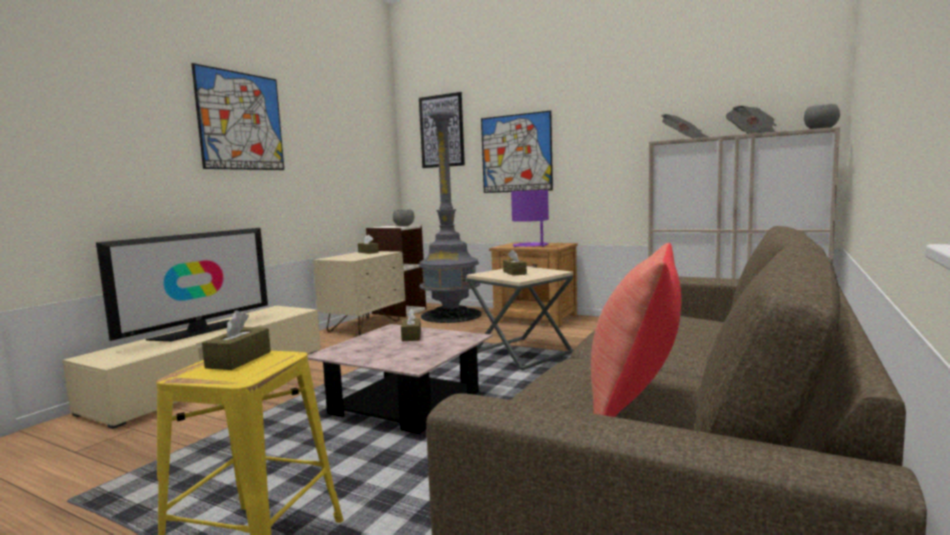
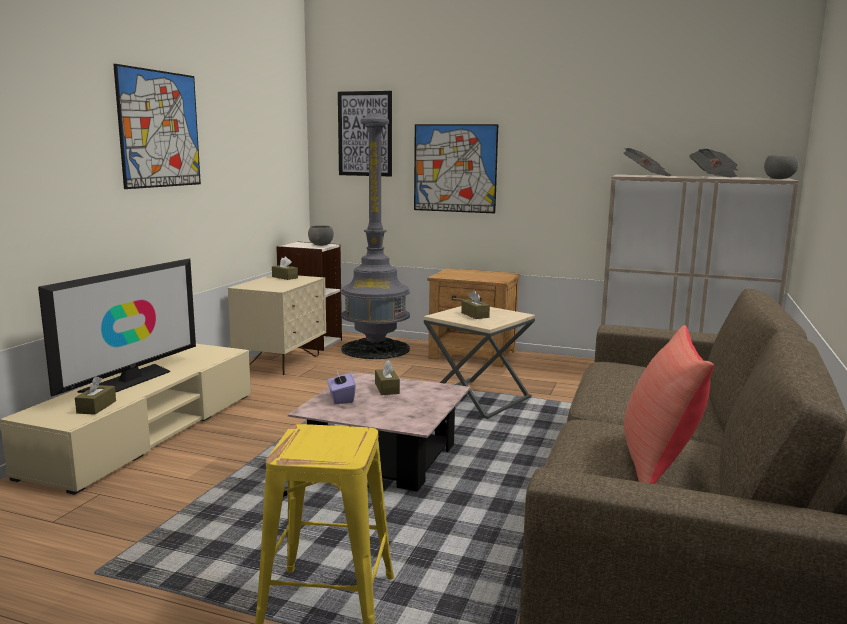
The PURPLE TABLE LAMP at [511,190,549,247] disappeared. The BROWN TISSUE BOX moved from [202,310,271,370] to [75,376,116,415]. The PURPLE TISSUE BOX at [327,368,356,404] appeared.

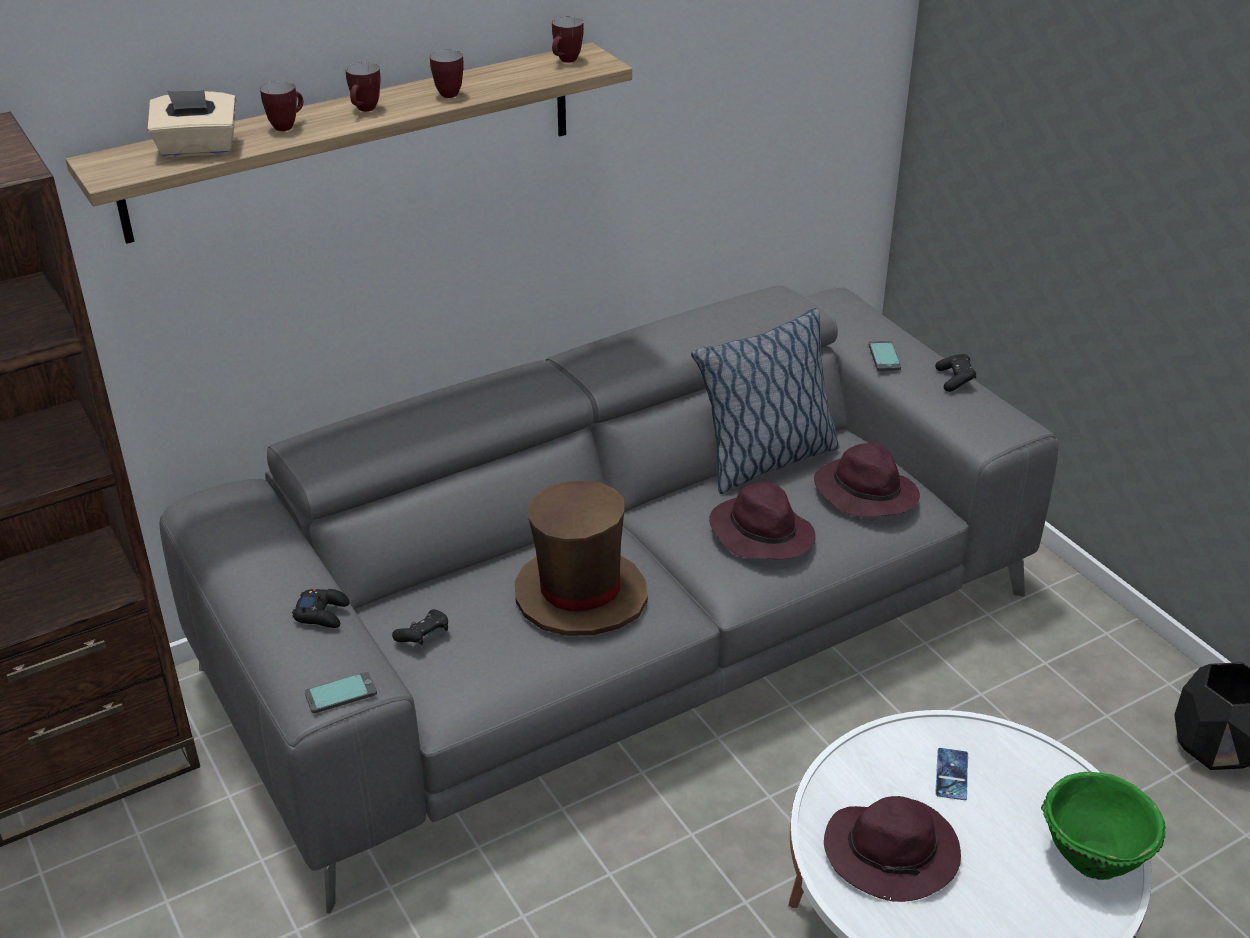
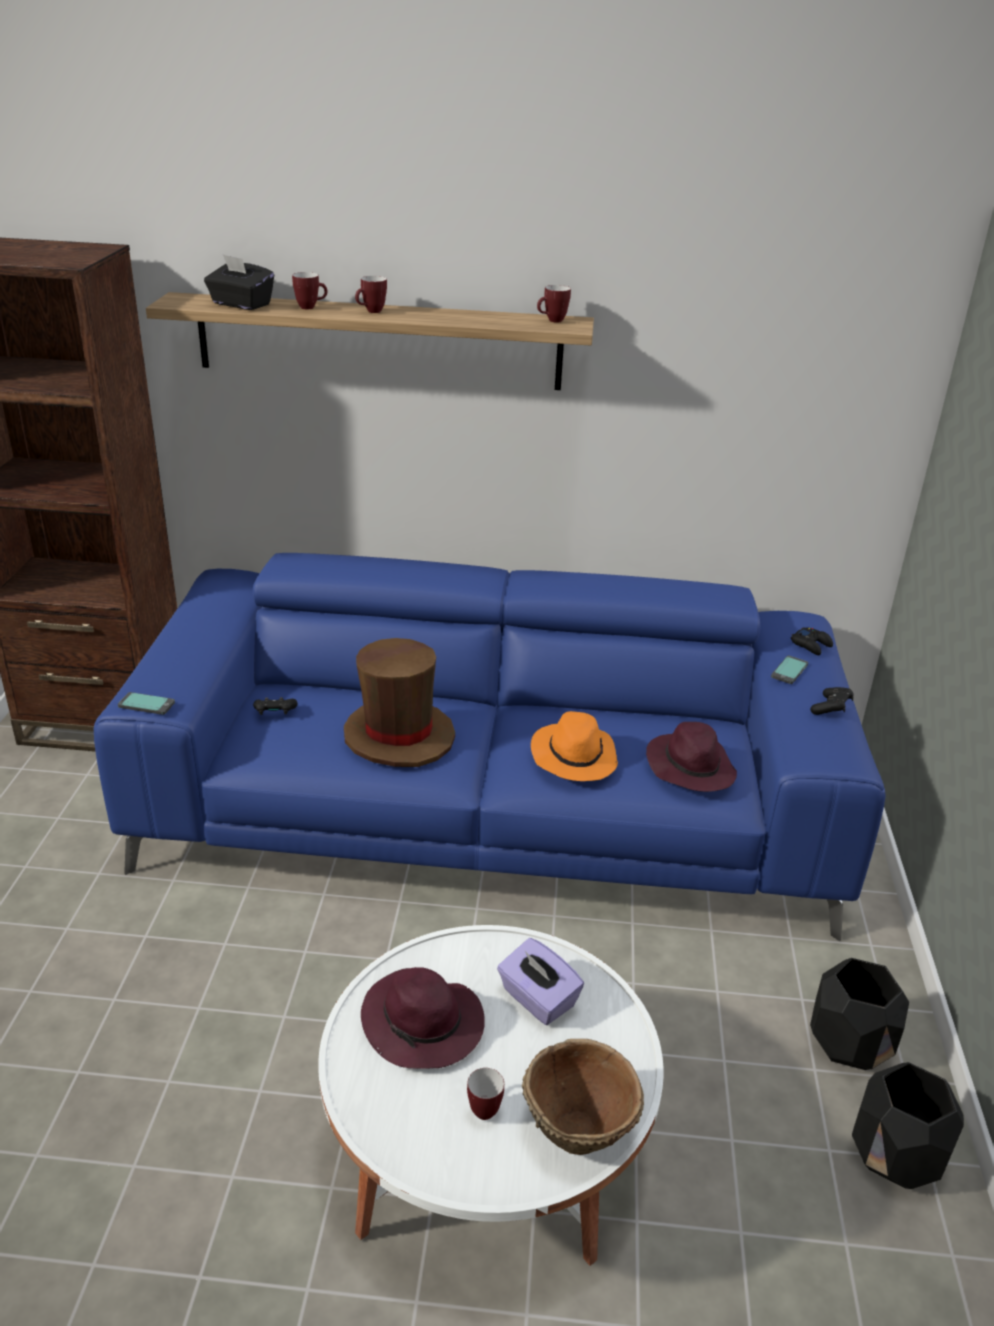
The MUG moved from [430,50,464,98] to [467,1068,504,1120]. The BEIGE TISSUE BOX at [147,90,236,157] became the BLACK TISSUE BOX at [204,254,274,310]. The GREY SOFA at [159,285,1058,914] became the BLUE SOFA at [94,553,886,941]. The PILLOW at [691,308,840,494] disappeared. The PURPLE HAT at [709,482,816,559] became the ORANGE HAT at [531,711,618,781]. The BLACK GAME CONTROLLER moved from [292,589,349,628] to [791,627,833,655]. The PHONE at [935,748,968,800] was replaced by the PURPLE TISSUE BOX at [497,938,584,1025]. The GREEN BOWL at [1041,772,1166,880] became the BROWN BOWL at [522,1039,644,1155]. The BLACK PLANTER at [810,958,909,1070] appeared.

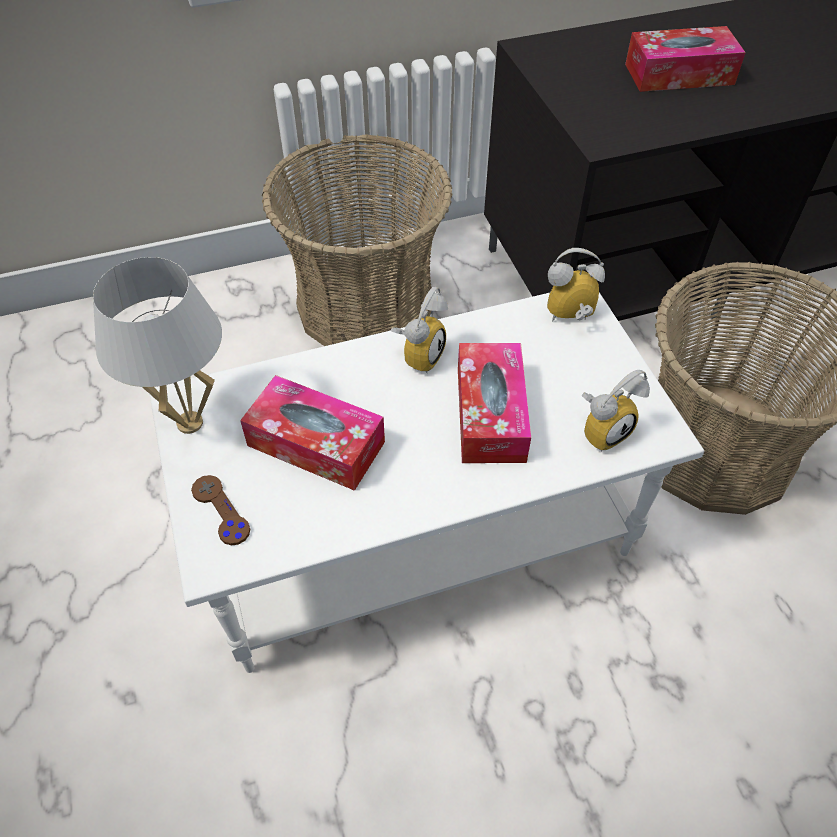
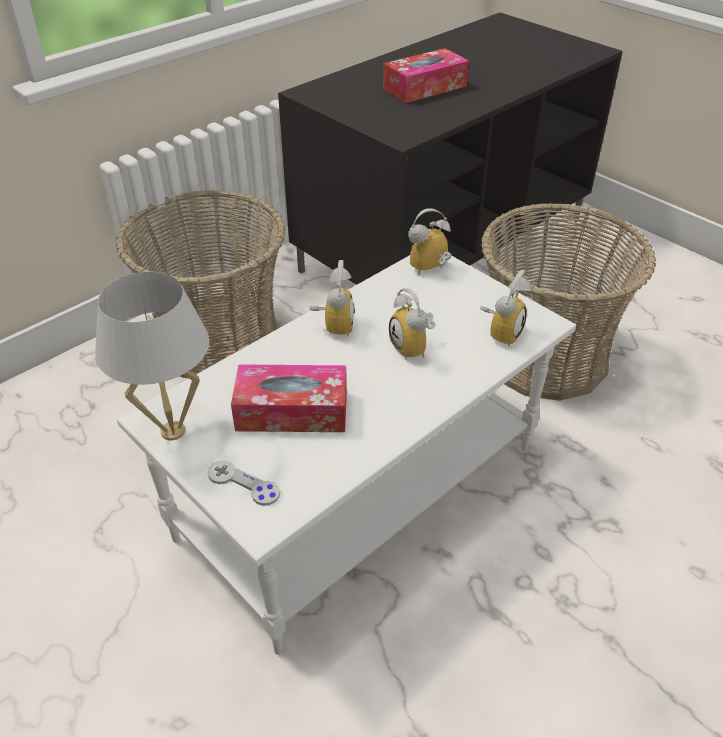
The TISSUE BOX at [458,343,531,463] was replaced by the ALARM CLOCK at [389,288,436,359]. The BROWN GAME CONTROLLER at [191,475,250,546] became the GREY GAME CONTROLLER at [208,460,280,506].

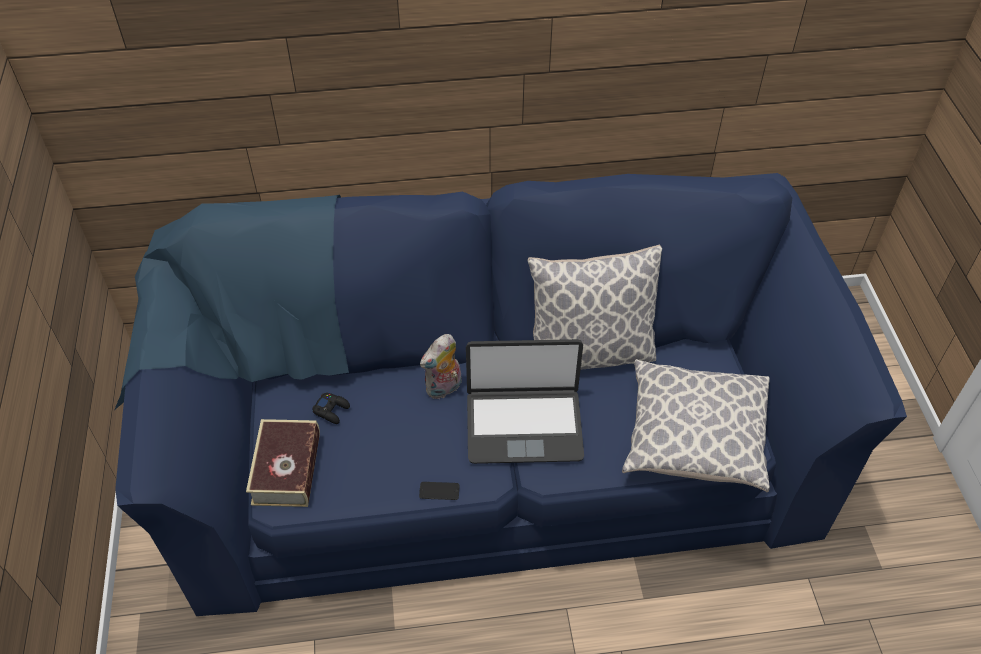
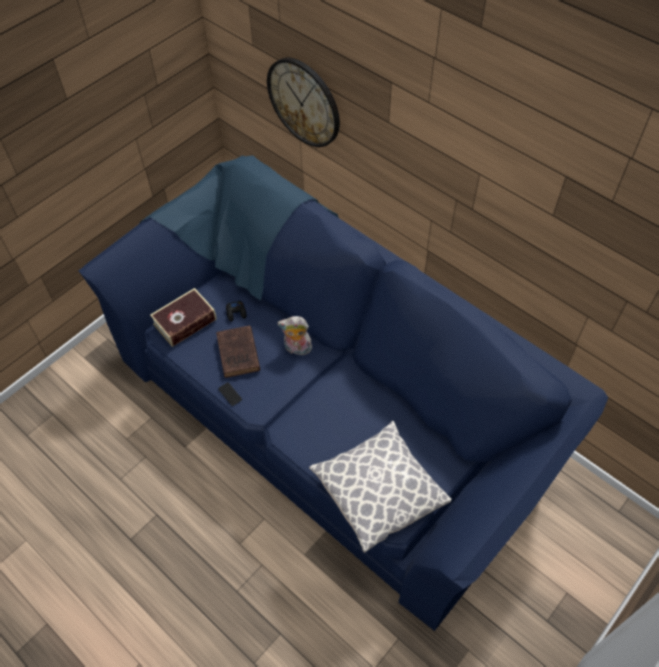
The PILLOW at [528,245,662,370] disappeared. The LAPTOP at [466,339,584,464] disappeared. The WALL CLOCK at [267,58,340,147] appeared. The BROWN BOOK at [216,326,260,378] appeared.

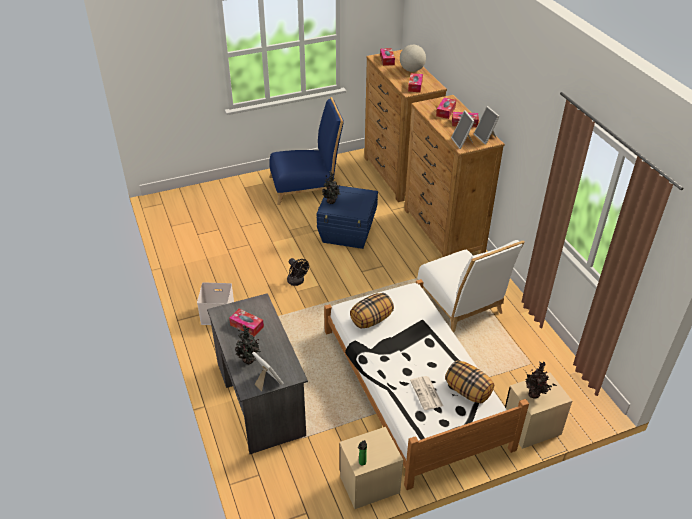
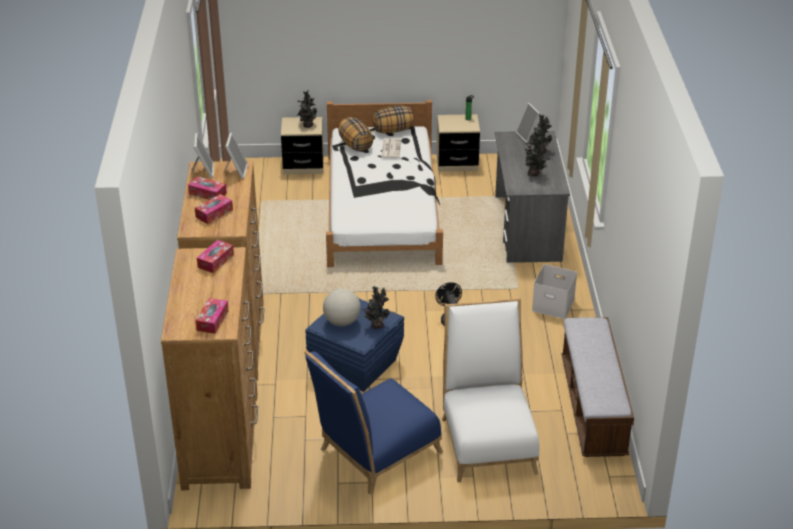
The GLOBE moved from [400,45,426,72] to [323,289,361,326]. The BLUE CHAIR at [269,97,344,205] turned 45 degrees counterclockwise. The WHITE CHAIR moved from [417,240,524,332] to [442,298,539,483]. The PILLOW moved from [350,293,394,329] to [372,106,414,133]. The TISSUE BOX at [229,309,264,337] was replaced by the POTTED PLANT at [525,135,550,177]. The BENCH at [562,317,634,457] appeared.

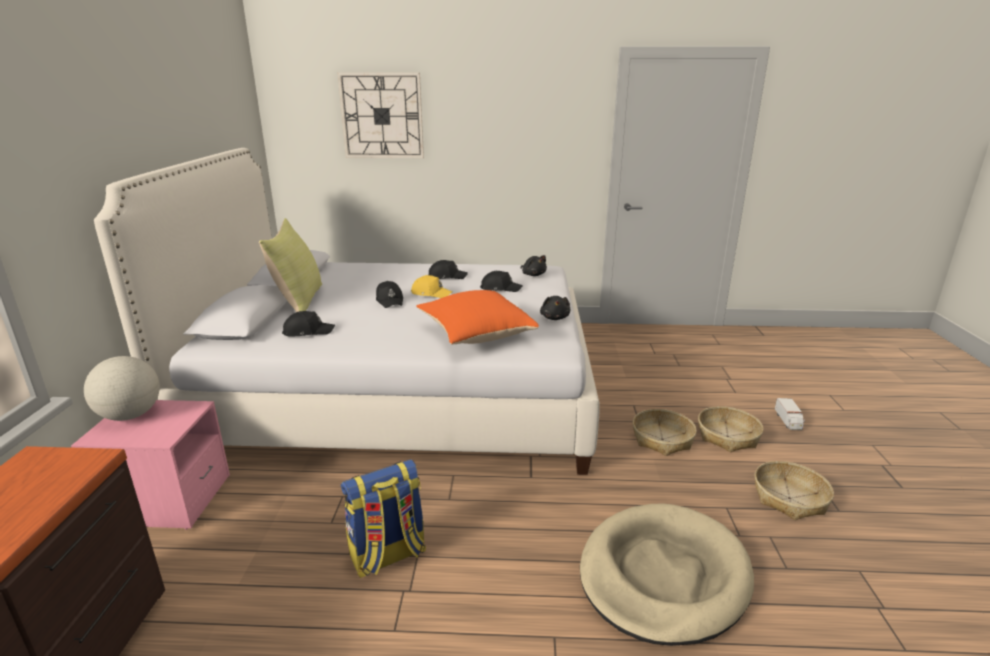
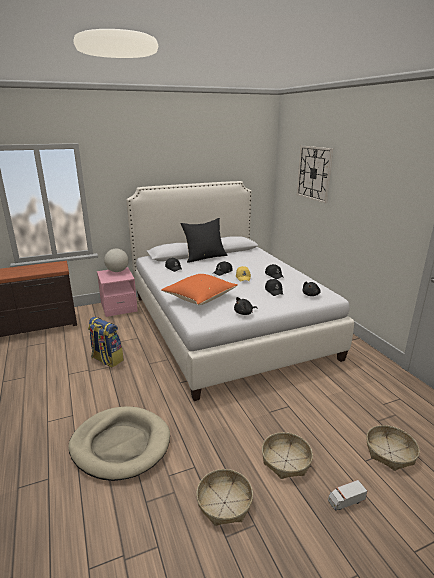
The YELLOW PILLOW at [259,218,322,312] became the BLACK PILLOW at [180,218,227,263]. The BASKET moved from [633,409,697,456] to [366,425,420,471].

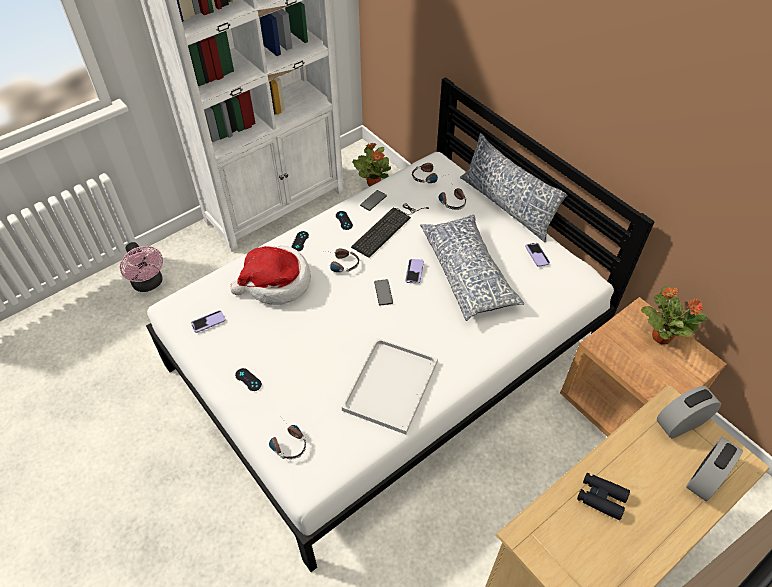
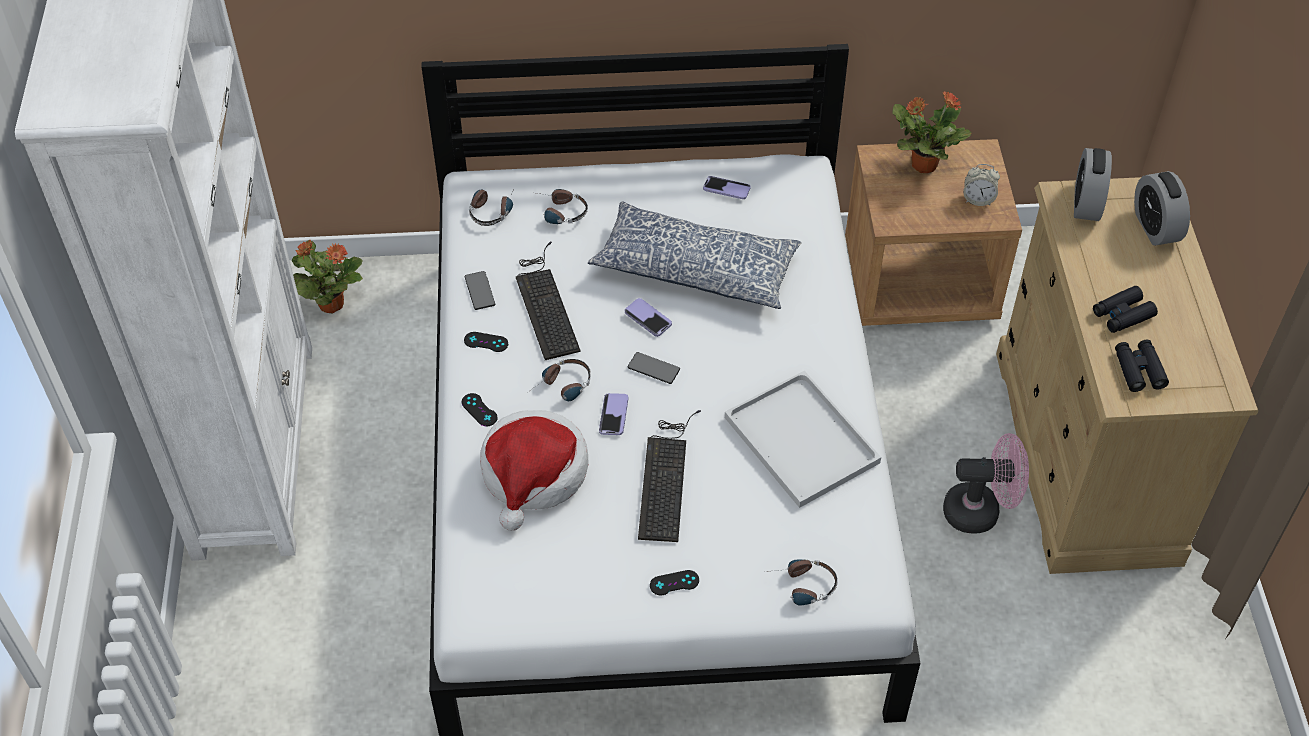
The PILLOW at [460,133,568,242] disappeared. The PINK FAN moved from [120,242,163,292] to [943,433,1029,534]. The PHONE moved from [191,310,226,333] to [599,393,629,435]. The ALARM CLOCK at [963,164,1000,206] appeared. The BLACK BINOCULARS at [1115,340,1169,392] appeared. The KEYBOARD at [638,410,701,542] appeared.

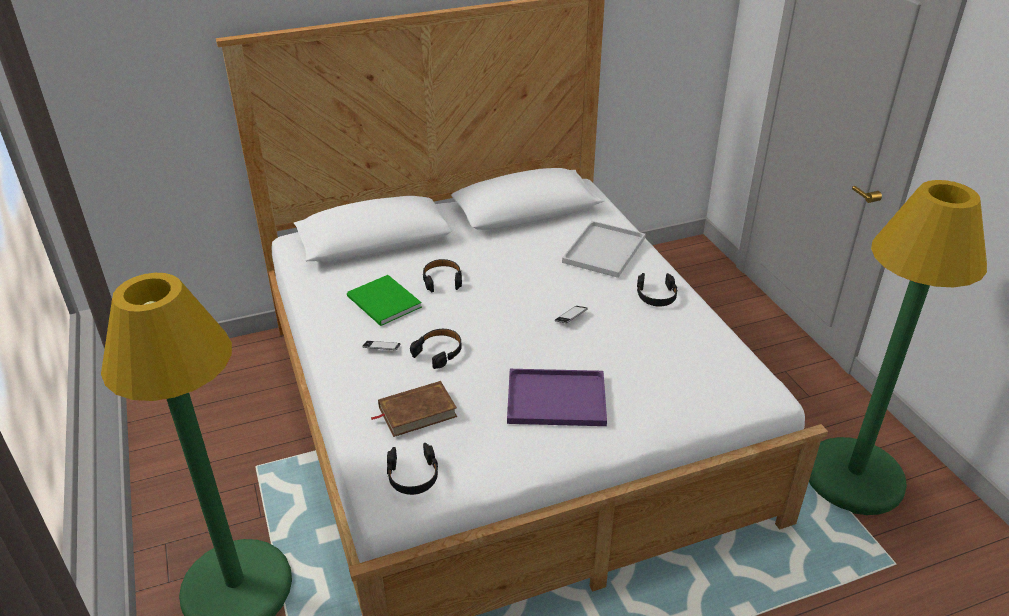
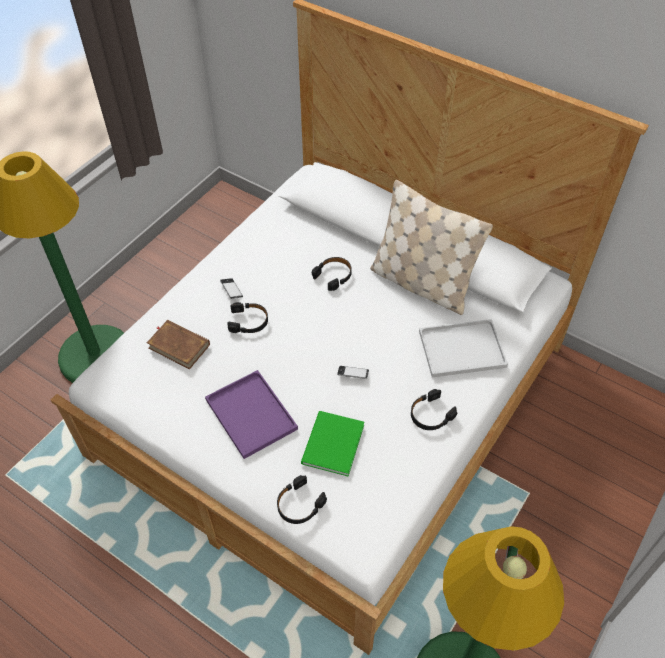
The GREEN BOOK moved from [347,275,422,326] to [301,411,364,476]. The BLACK HEADPHONES moved from [387,443,438,495] to [277,475,327,524]. The BEIGE PILLOW at [370,180,493,315] appeared.

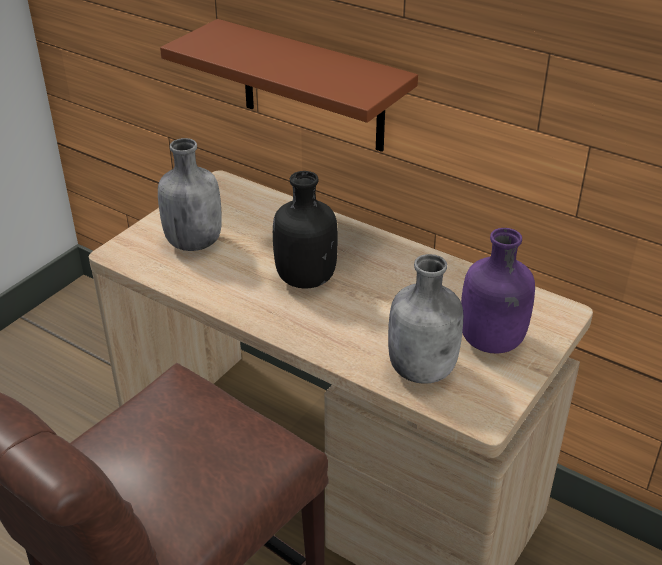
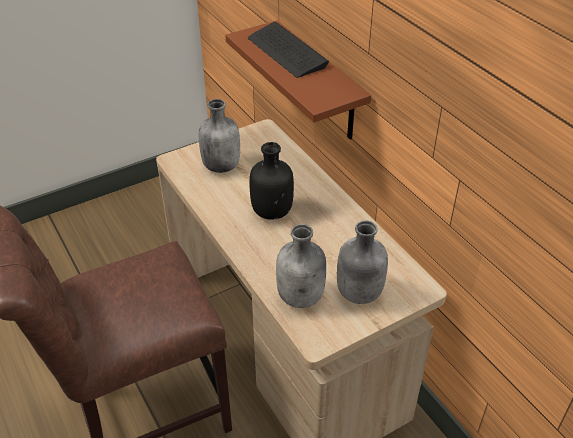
The PURPLE BOTTLE at [461,228,535,353] became the GREY BOTTLE at [337,220,388,304]. The KEYBOARD at [248,22,329,78] appeared.

